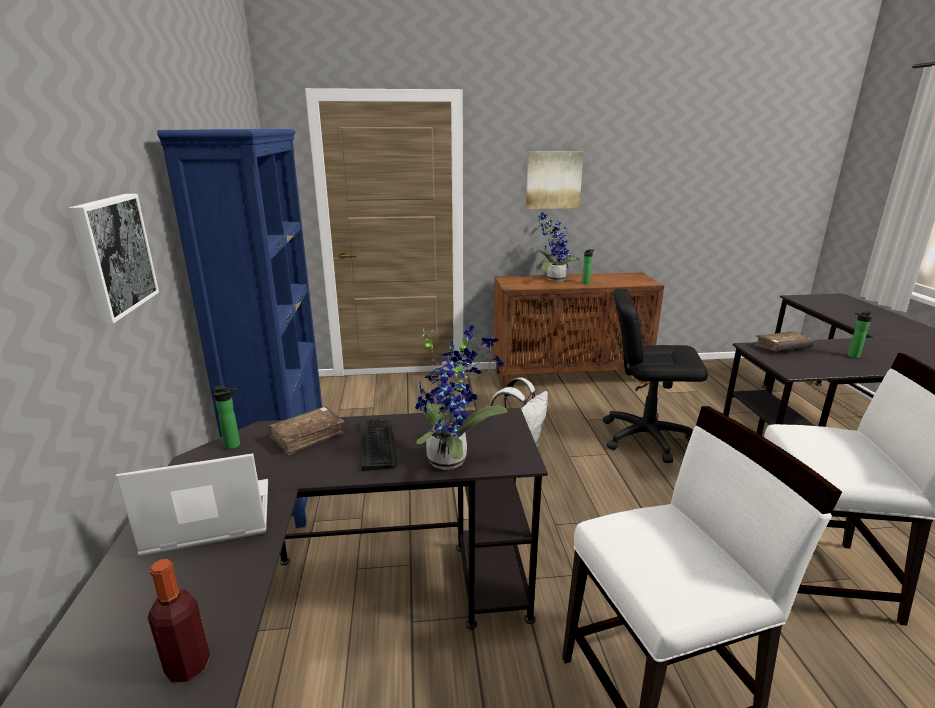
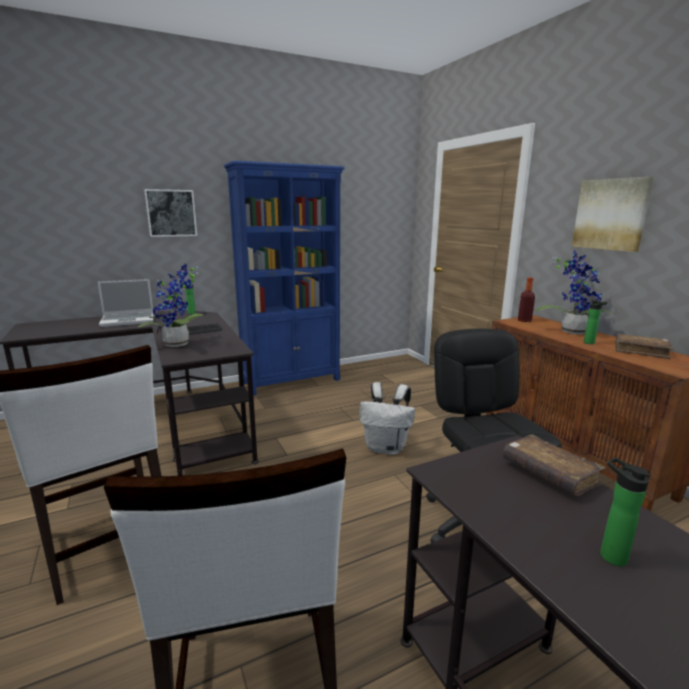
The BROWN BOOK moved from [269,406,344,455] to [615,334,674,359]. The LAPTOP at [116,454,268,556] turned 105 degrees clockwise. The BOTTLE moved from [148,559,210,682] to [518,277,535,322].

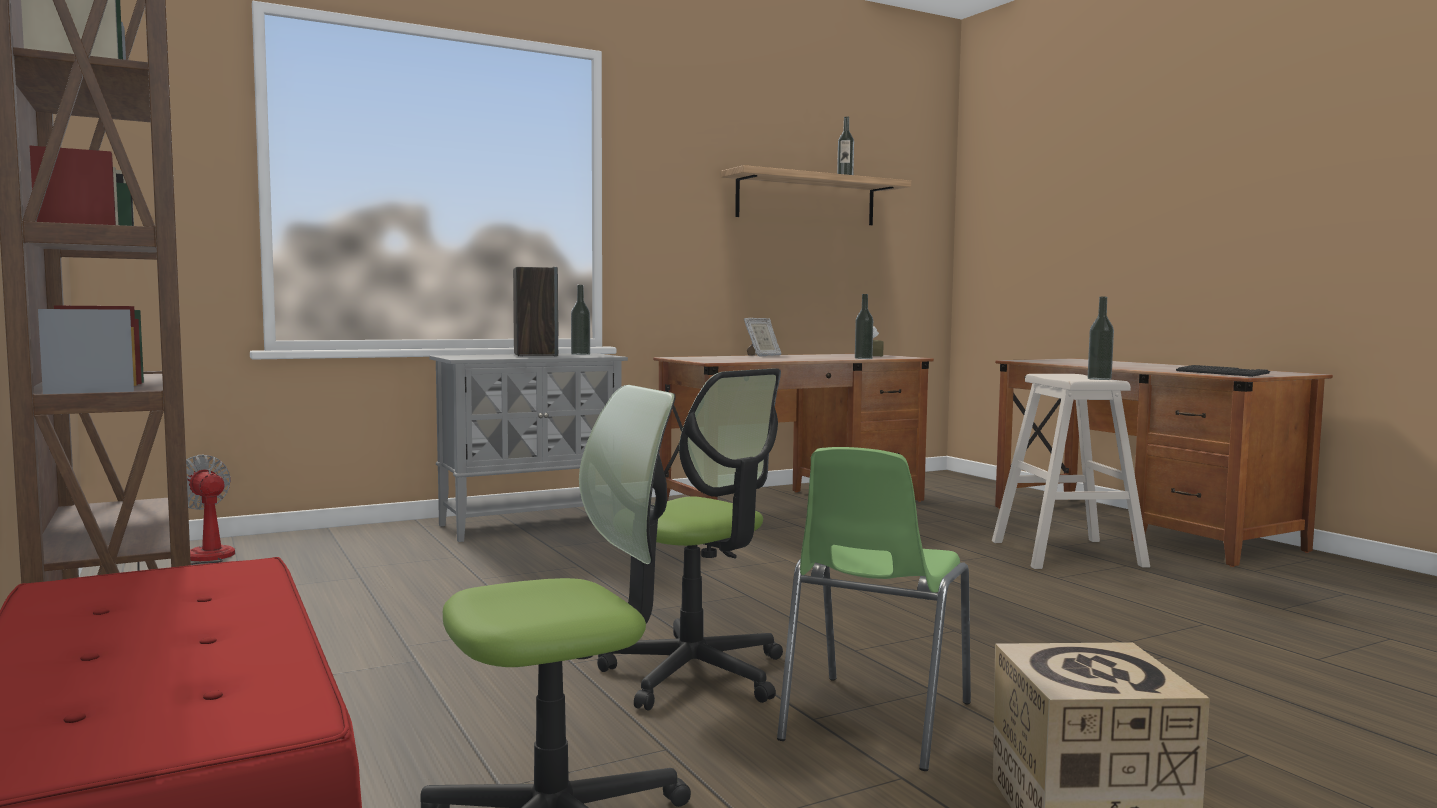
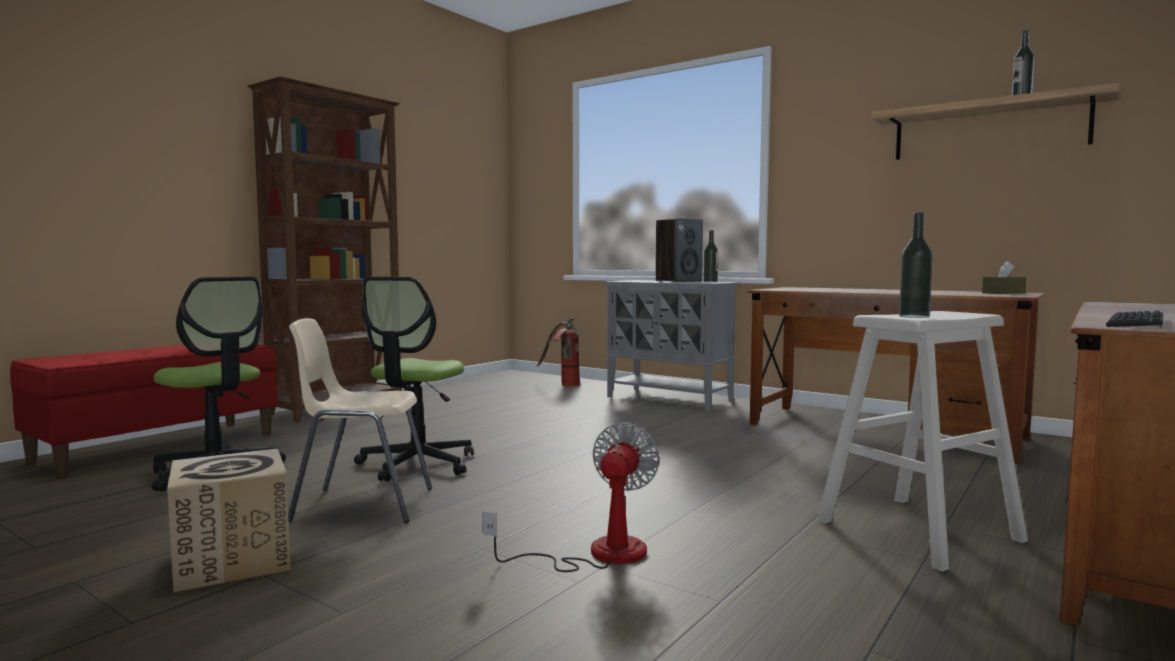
The BOTTLE at [855,294,873,359] disappeared. The PICTURE FRAME at [744,318,782,356] disappeared. The GREEN CHAIR at [777,447,971,771] became the BEIGE CHAIR at [288,318,432,523]. The FAN moved from [137,454,235,571] to [482,422,660,572]. The FIRE EXTINGUISHER at [537,318,580,386] appeared.

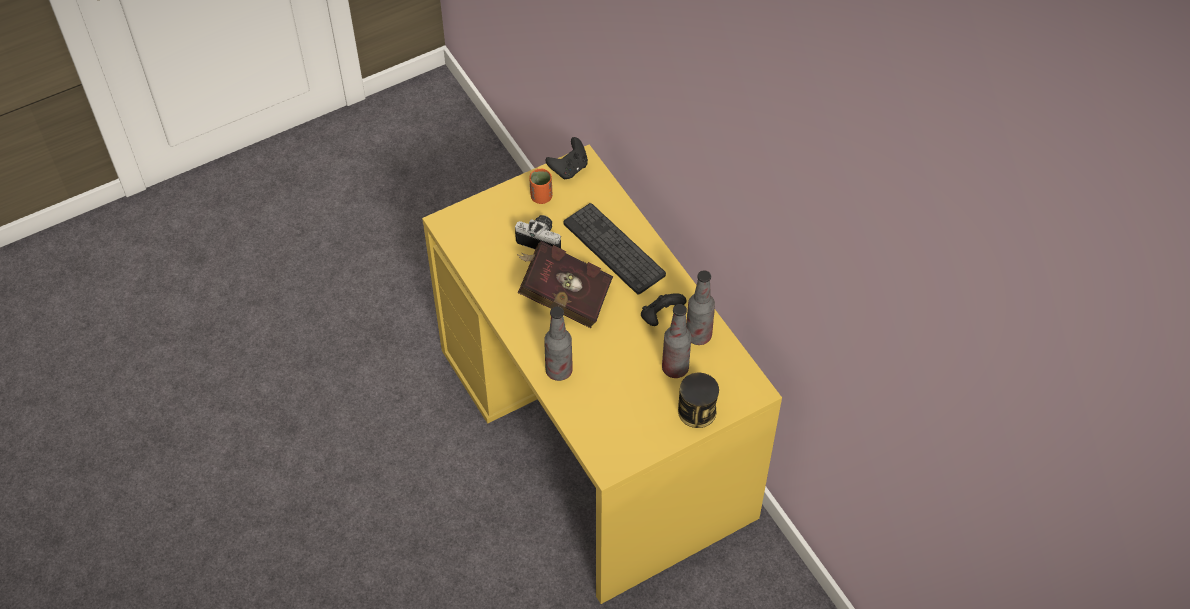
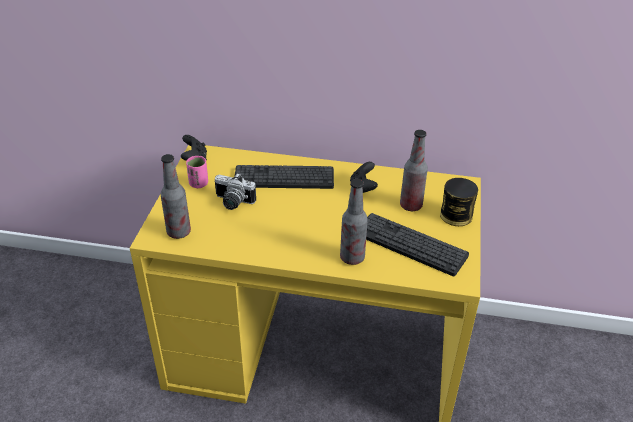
The ORANGE CUP at [529,169,552,204] became the PINK CUP at [186,156,208,188]. The PHOTO CAMERA at [515,215,561,249] turned 135 degrees counterclockwise. The RED BOOK at [517,241,613,328] disappeared. The BOTTLE moved from [686,270,715,345] to [160,154,191,239]. The KEYBOARD at [366,213,469,277] appeared.

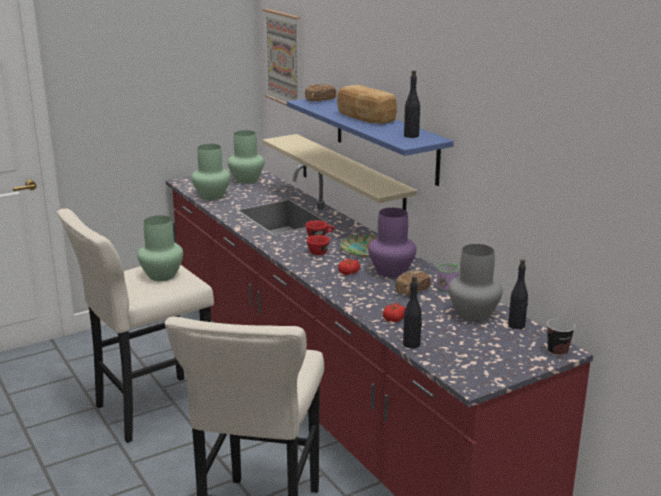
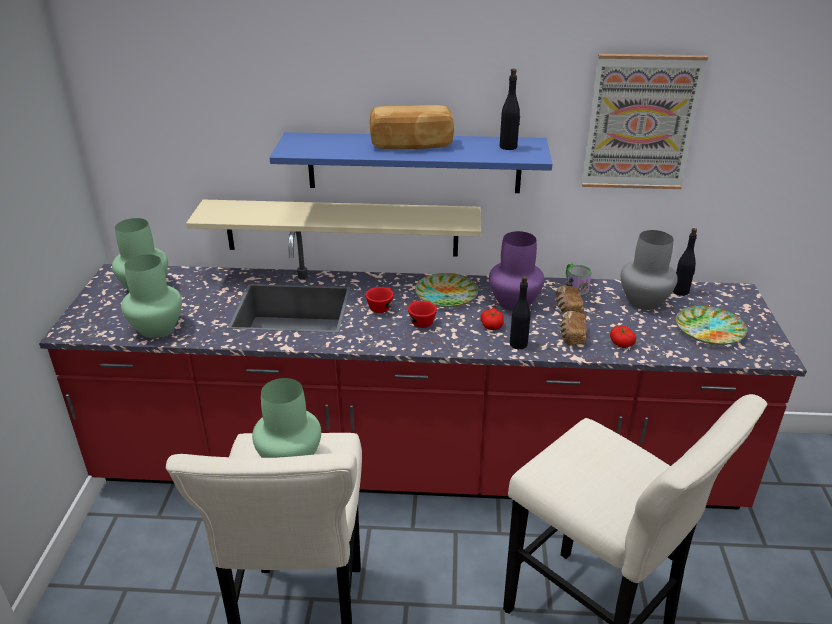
The PICTURE moved from [263,9,300,106] to [582,54,708,189]. The BREAD moved from [305,84,336,101] to [560,311,587,345]. The BLACK BOTTLE moved from [403,276,422,349] to [510,276,531,349]. The CUP at [547,319,575,357] disappeared. The PLATE at [676,306,747,345] appeared.

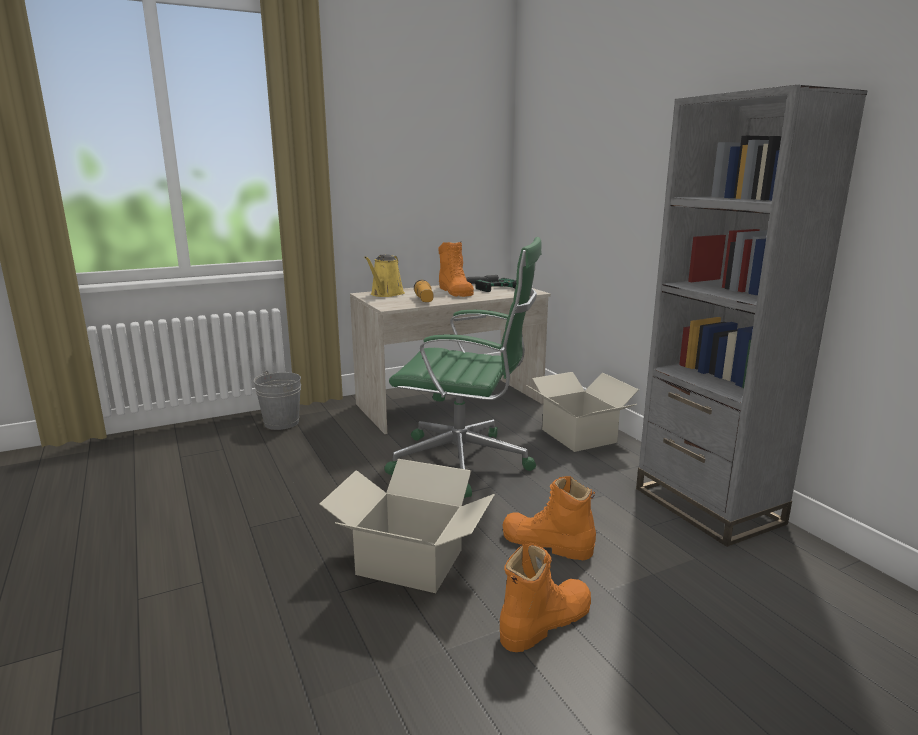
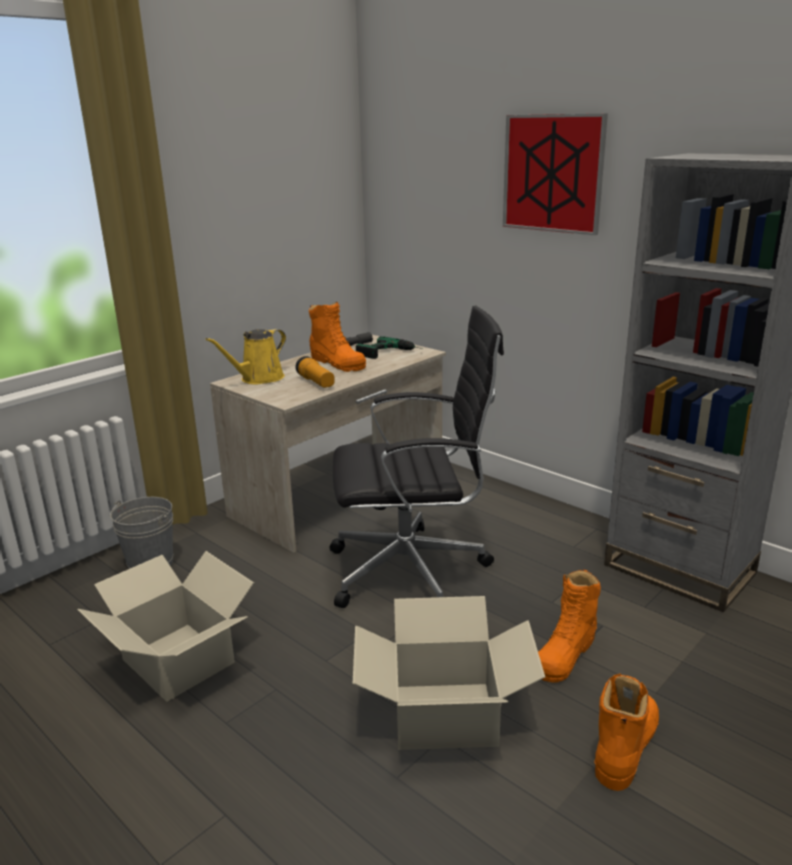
The GREEN OFFICE CHAIR at [384,237,542,498] became the BLACK OFFICE CHAIR at [330,306,504,608]. The YELLOW WATERING CAN at [364,254,405,297] turned 45 degrees clockwise. The CARDBOARD BOX moved from [526,372,639,452] to [77,551,254,702]. The ORANGE BOOT at [503,476,596,560] turned 60 degrees counterclockwise. The PICTURE at [503,114,608,235] appeared.

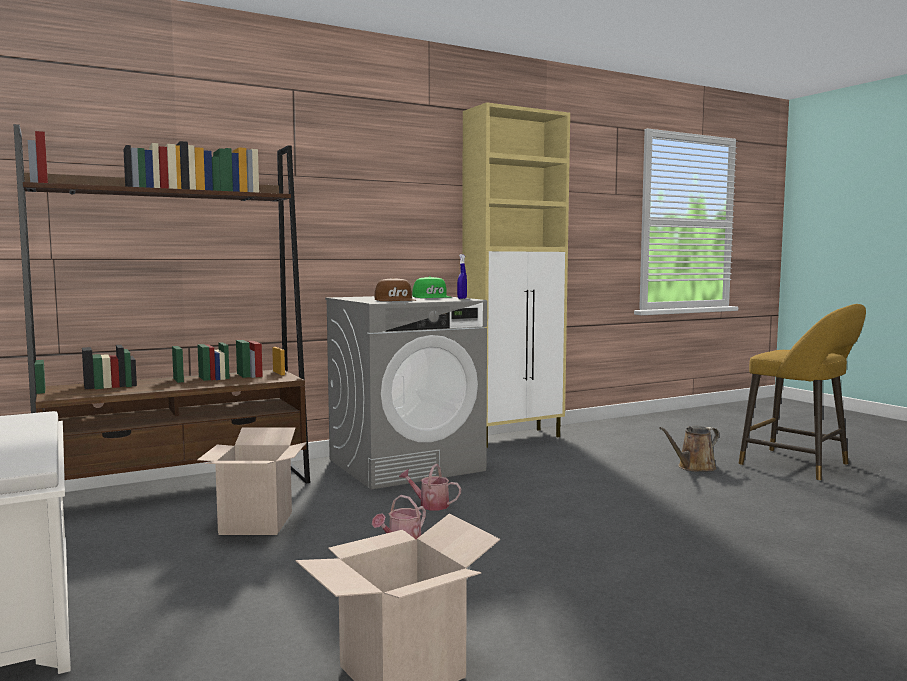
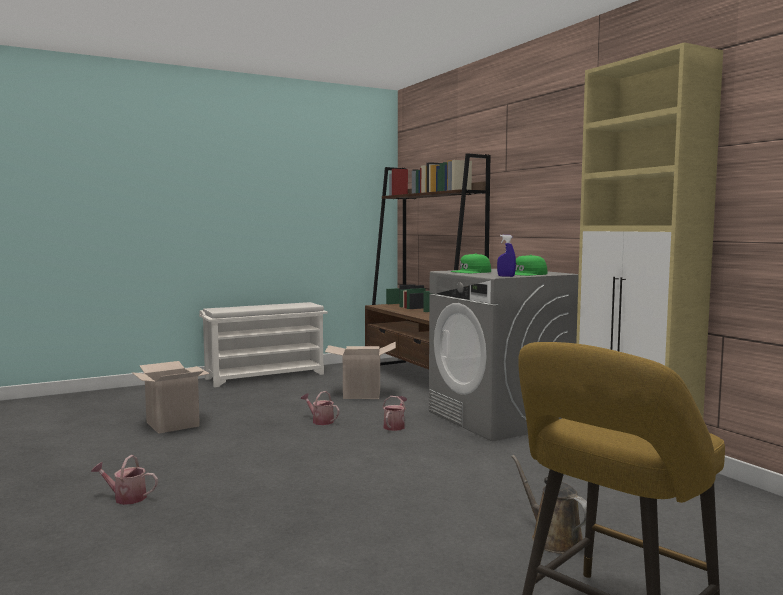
The BROWN CAP at [375,278,416,301] became the GREEN CAP at [450,253,491,273]. The WATERING CAN at [91,455,158,505] appeared.

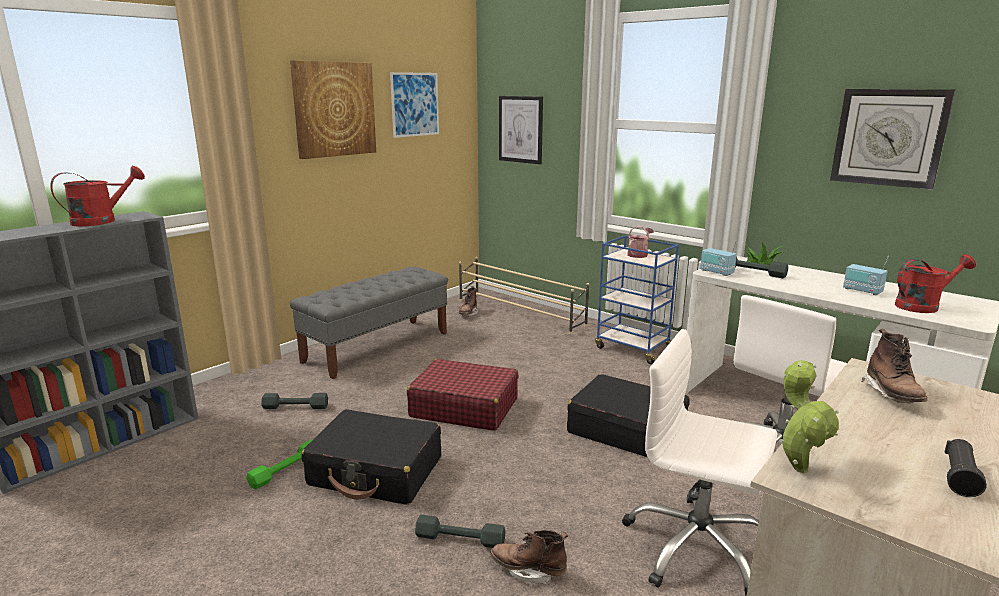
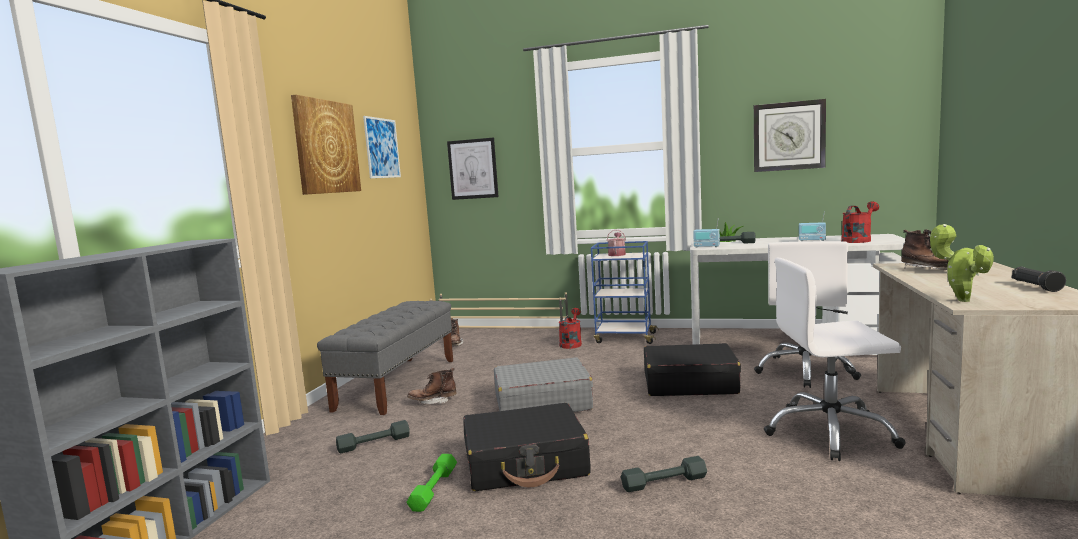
The RED WATERING CAN moved from [50,166,145,226] to [559,308,582,349]. The RED SUITCASE at [407,359,518,431] became the GREY SUITCASE at [494,357,593,412]. The BROWN BOOT moved from [490,530,568,584] to [407,368,457,405].

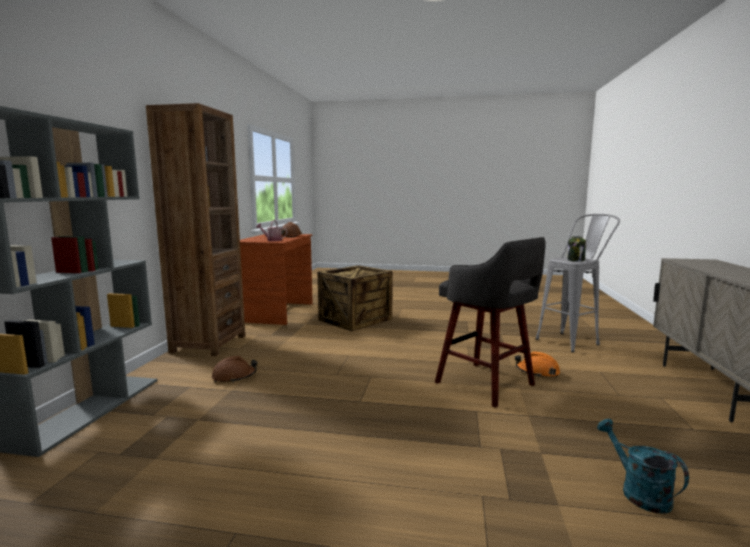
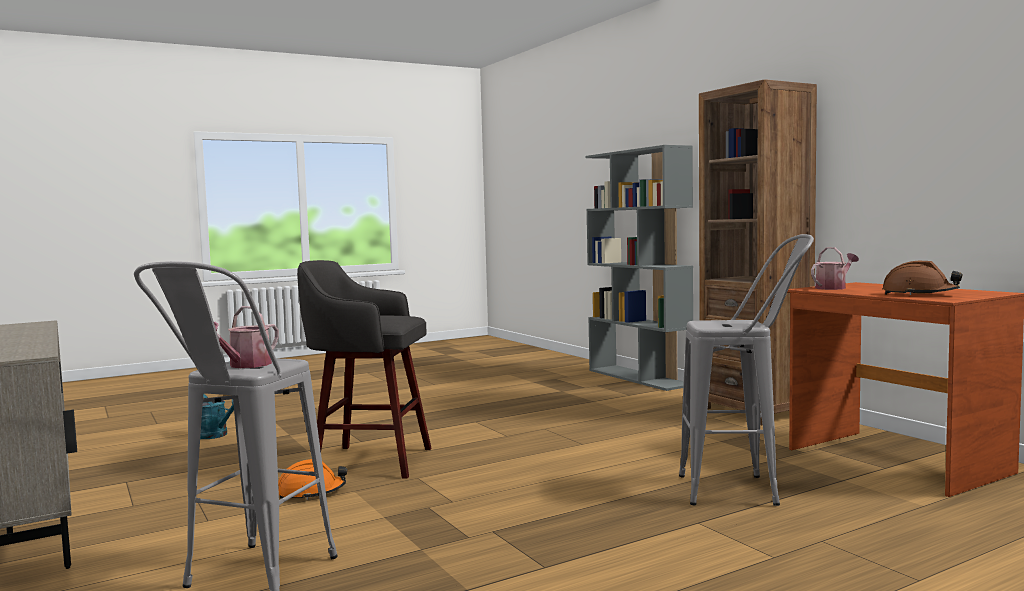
The JAR at [568,236,586,262] was replaced by the WATERING CAN at [214,306,279,368]. The CRATE at [318,265,393,331] was replaced by the GREY STOOL at [679,234,814,506]. The BROWN HARD HAT at [212,356,257,383] disappeared.

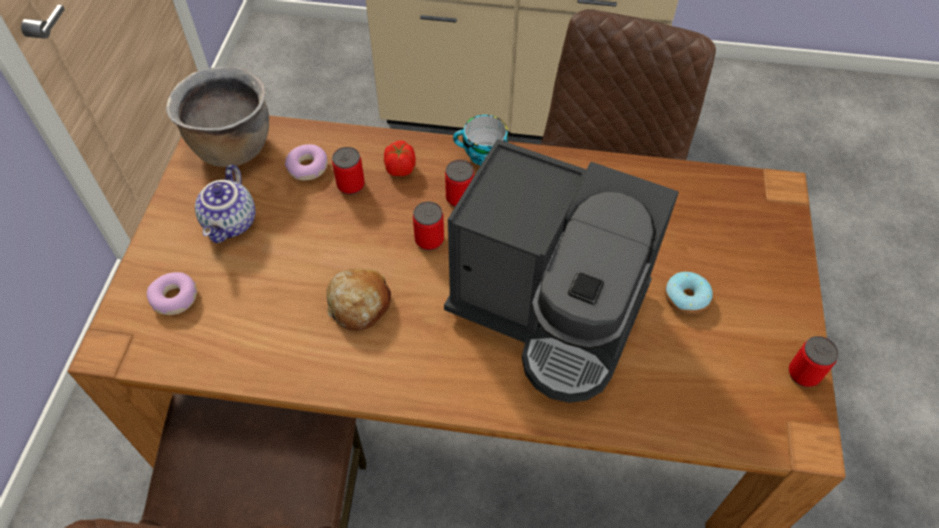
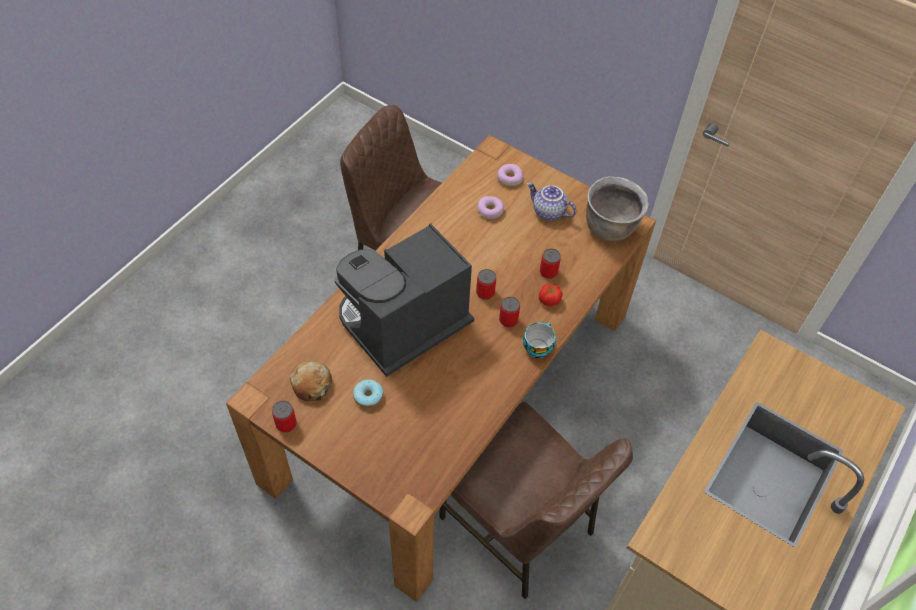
The DONUT moved from [285,144,328,180] to [477,196,504,219]. The BREAD moved from [326,269,391,331] to [290,362,332,402].

